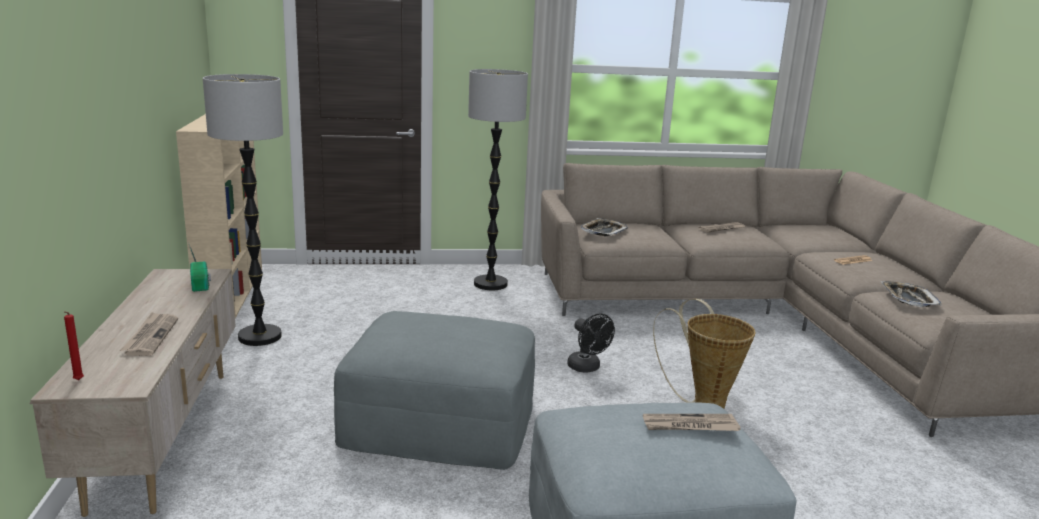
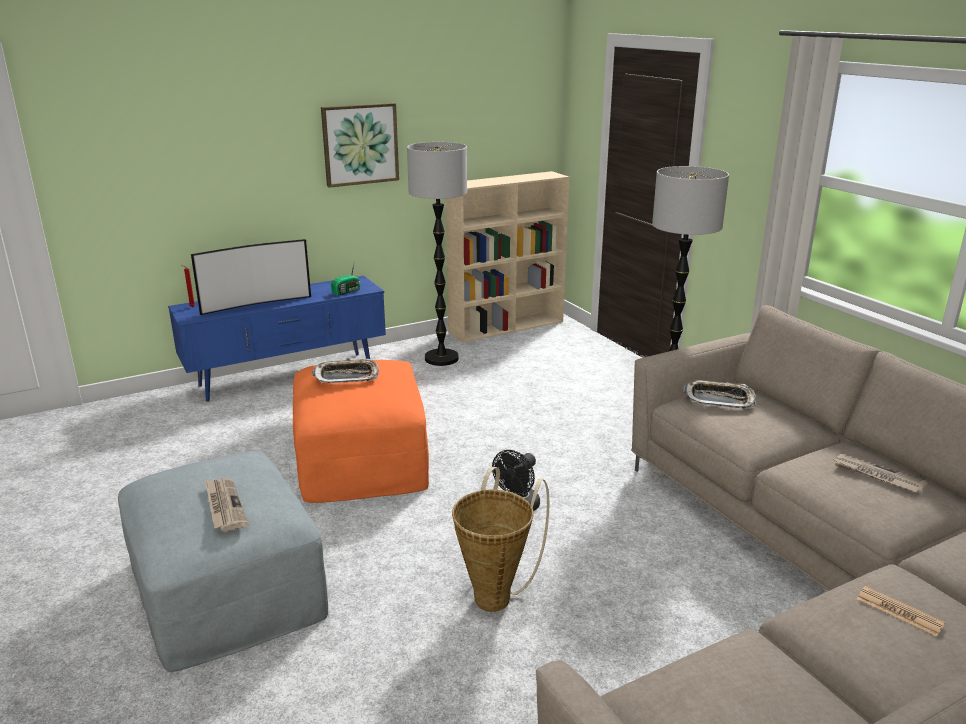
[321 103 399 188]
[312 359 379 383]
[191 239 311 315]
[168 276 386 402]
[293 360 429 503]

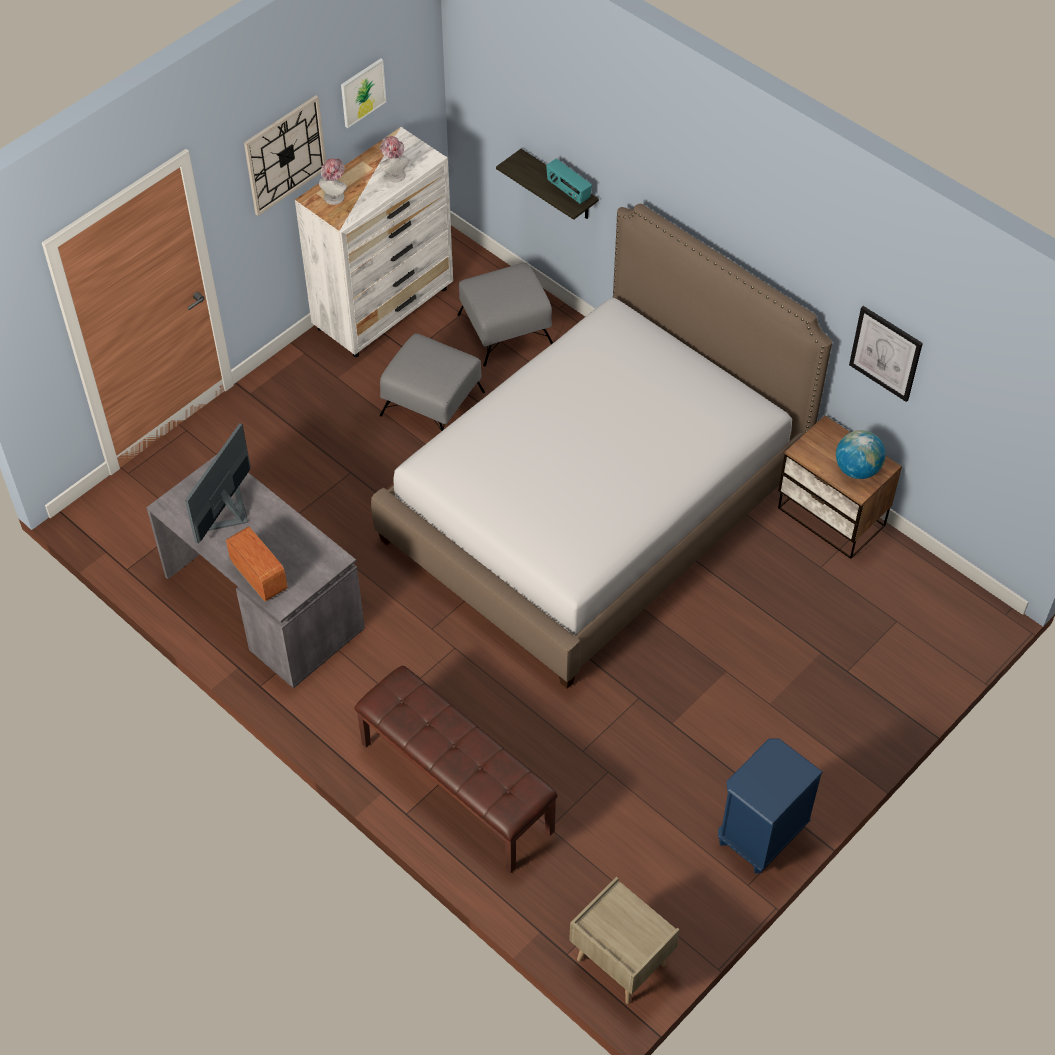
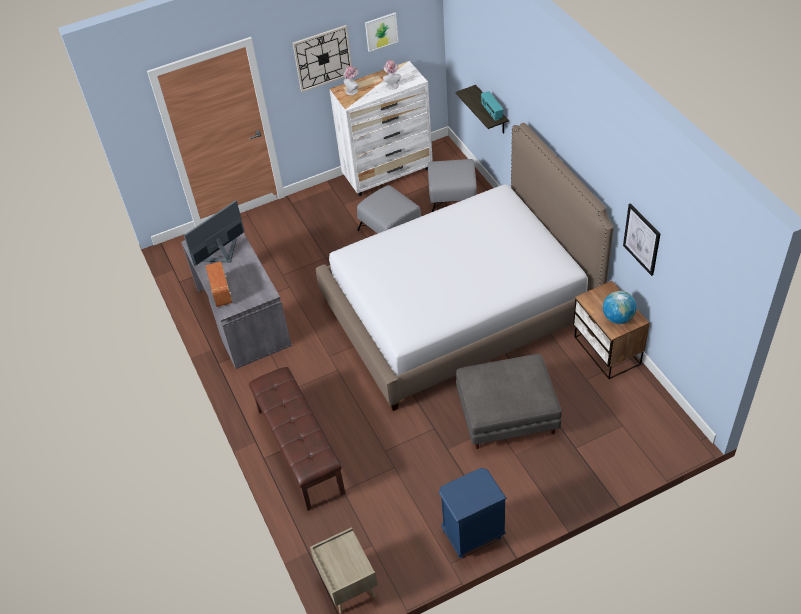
[456 354 562 449]

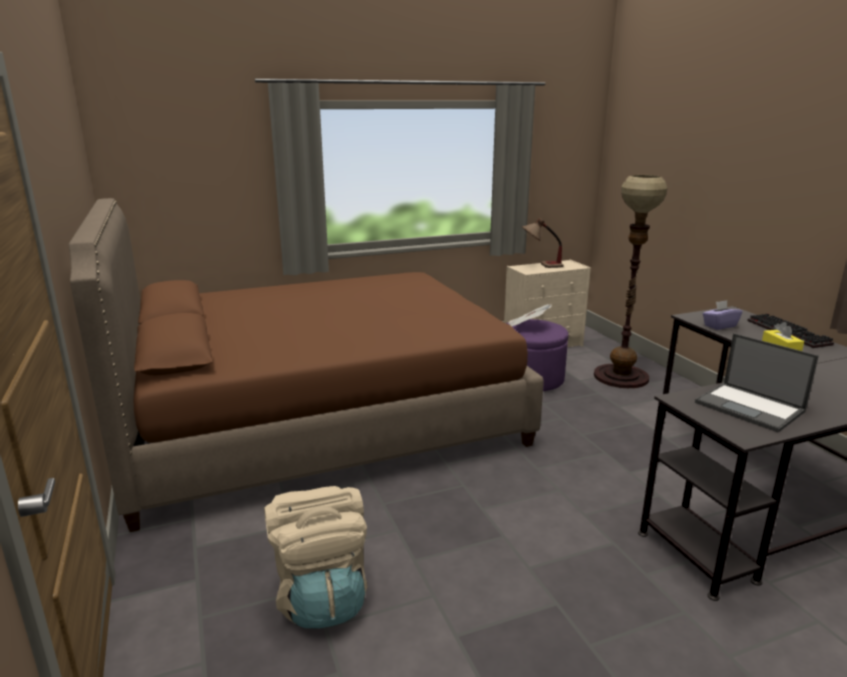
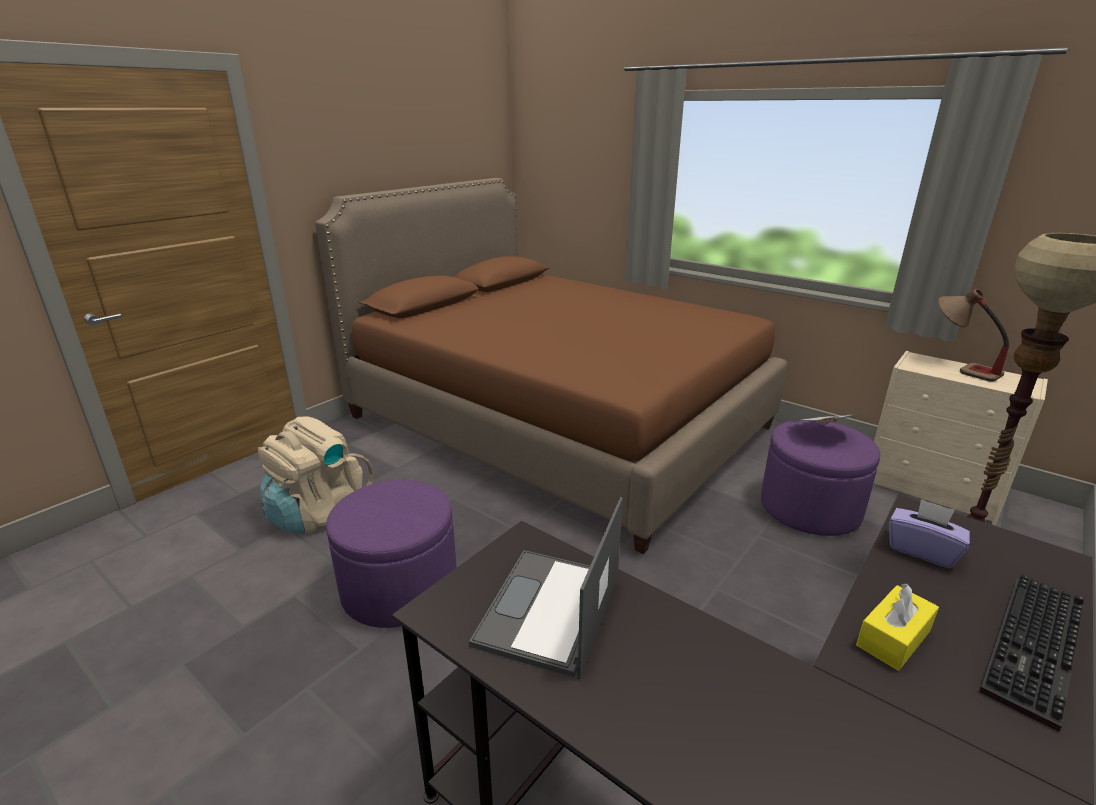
[326 480 457 628]

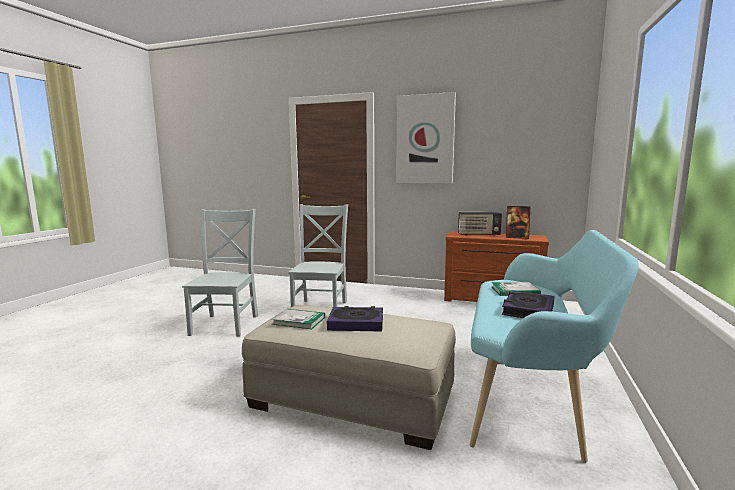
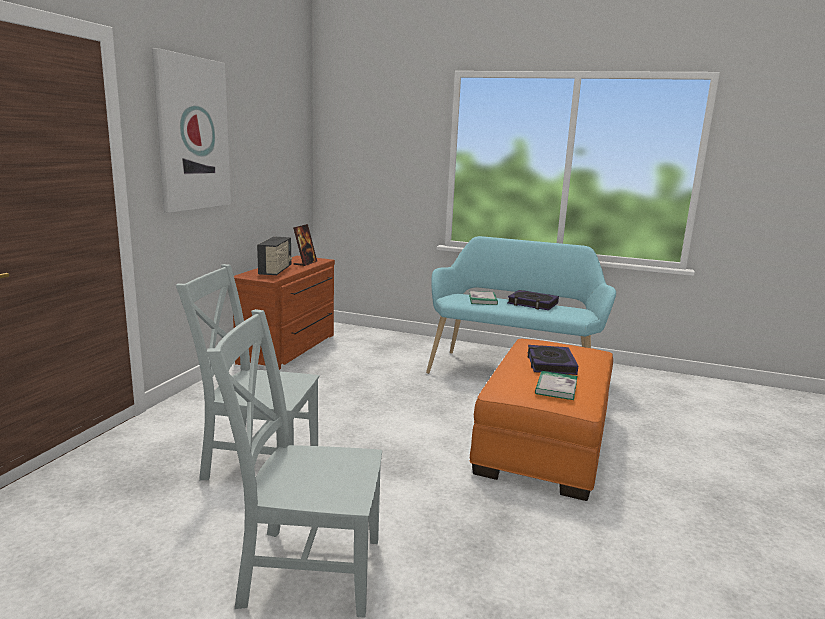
[469 339 613 501]

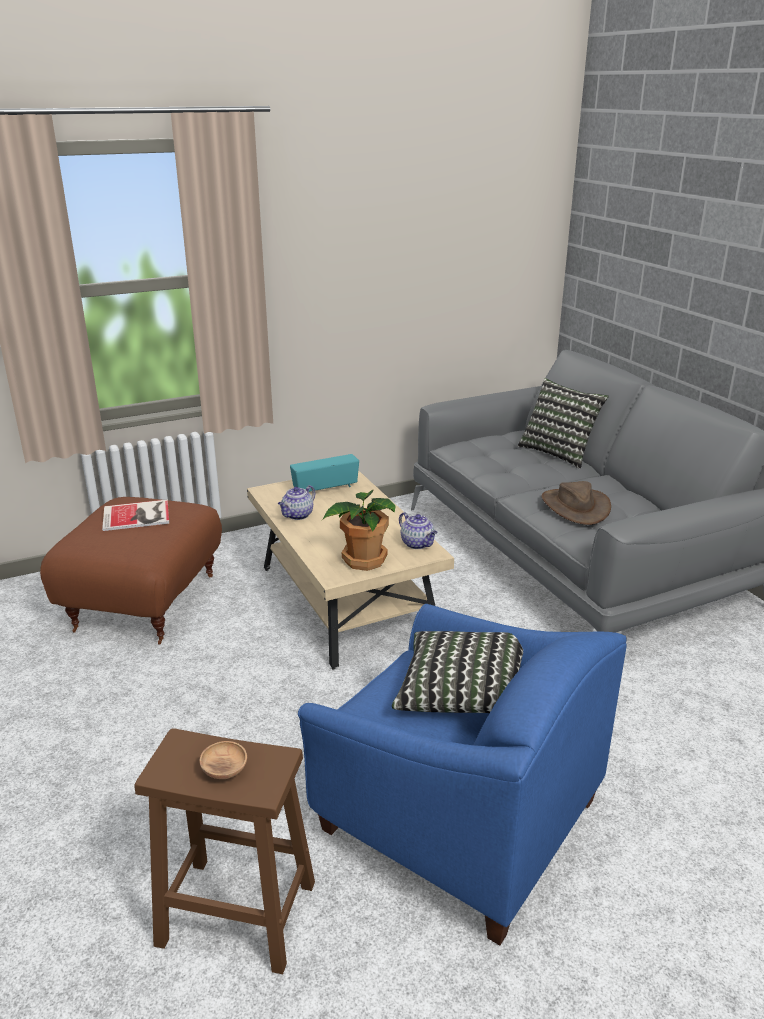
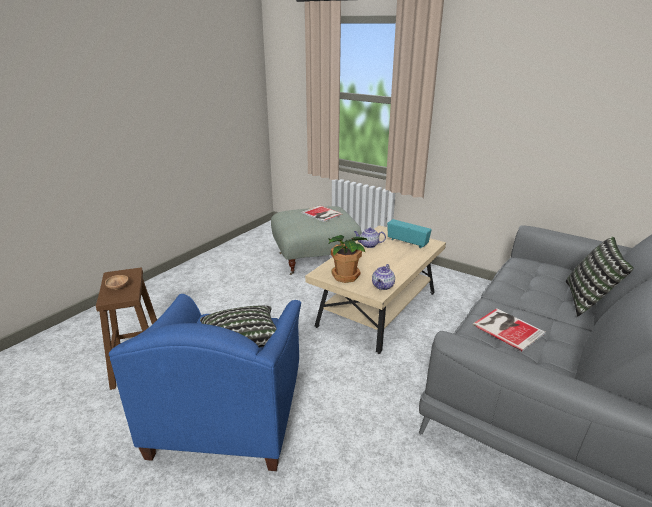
[473 308 546 351]
[271 206 362 275]

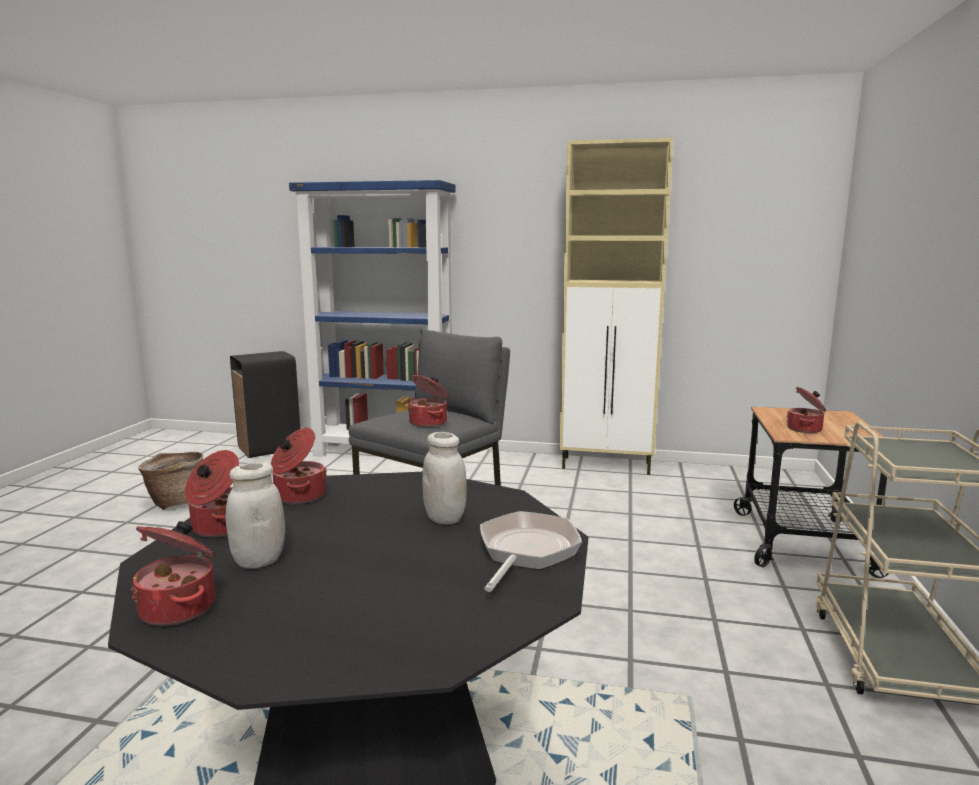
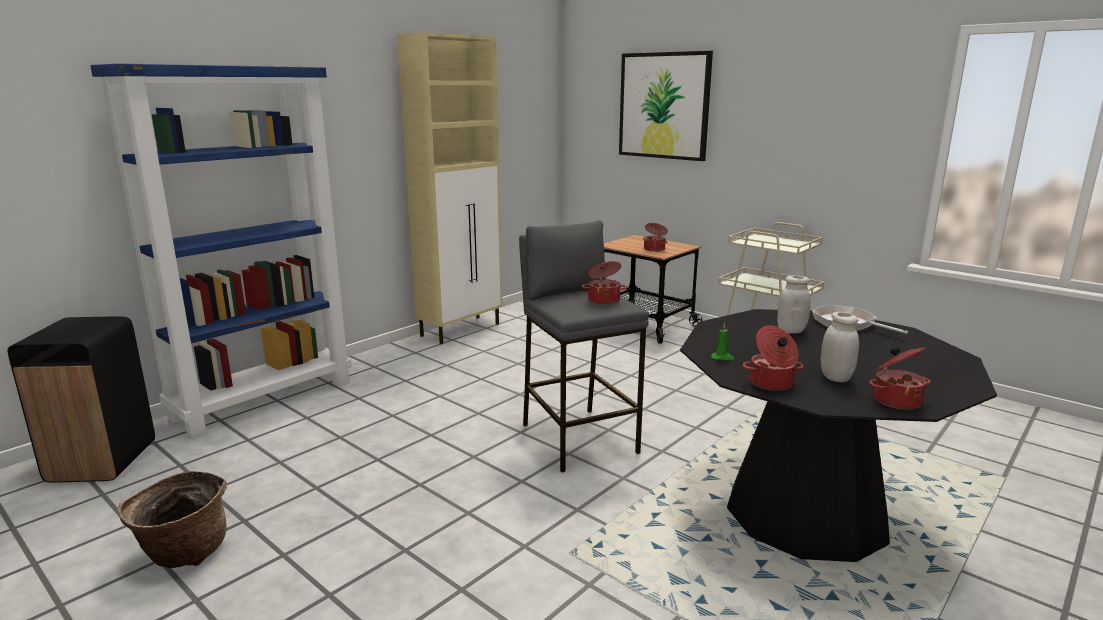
[619 51 713 161]
[711 323 735 361]

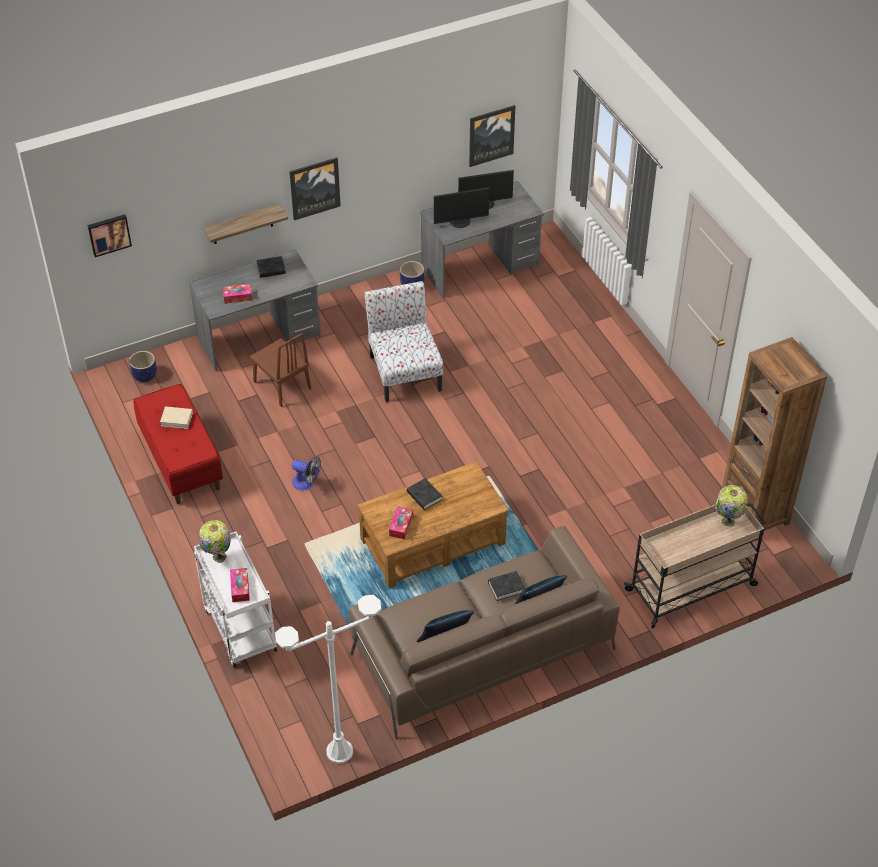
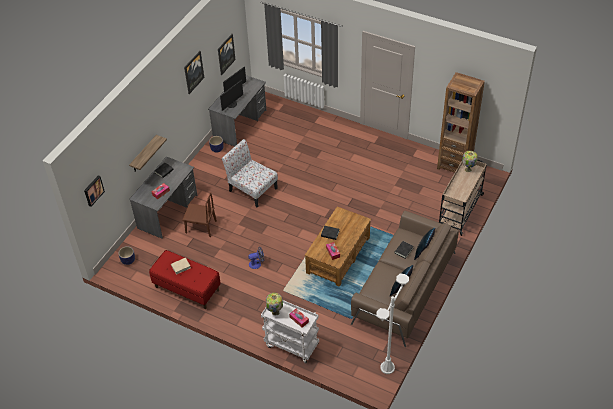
[184 51 204 94]

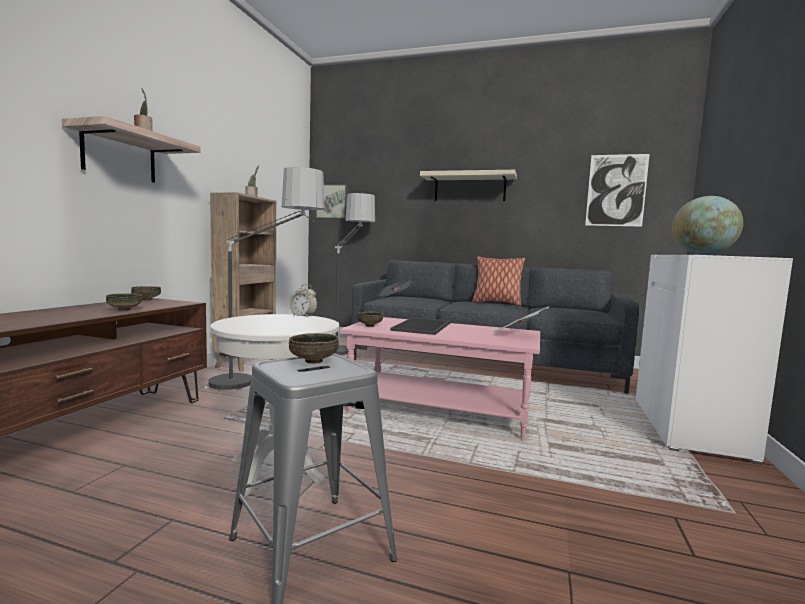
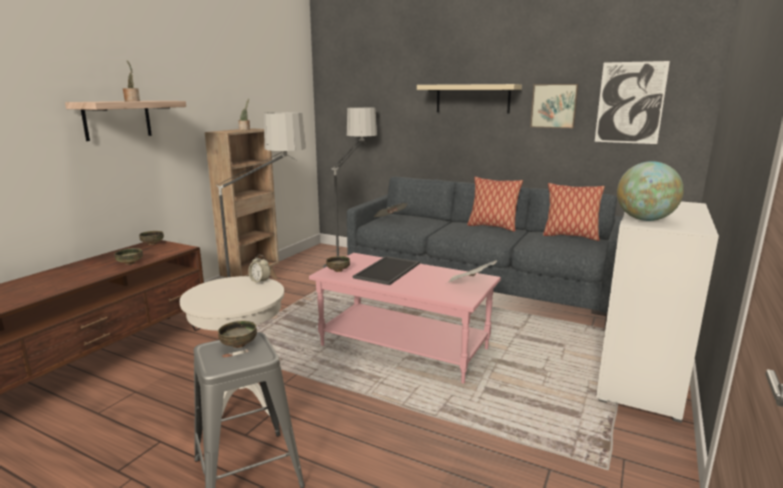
[543 183 605 241]
[530 84 579 128]

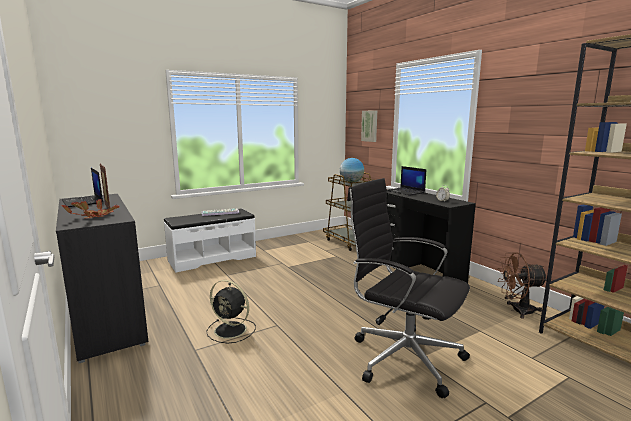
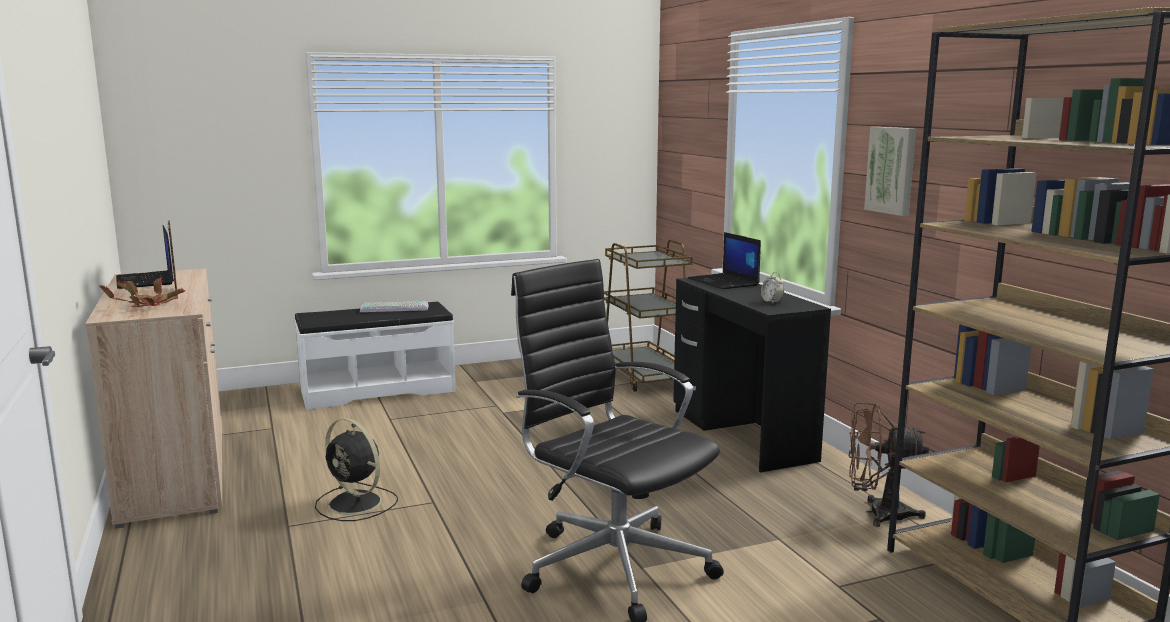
[340 158 364 183] (first image)
[864 127 916 216]
[85 269 222 529]

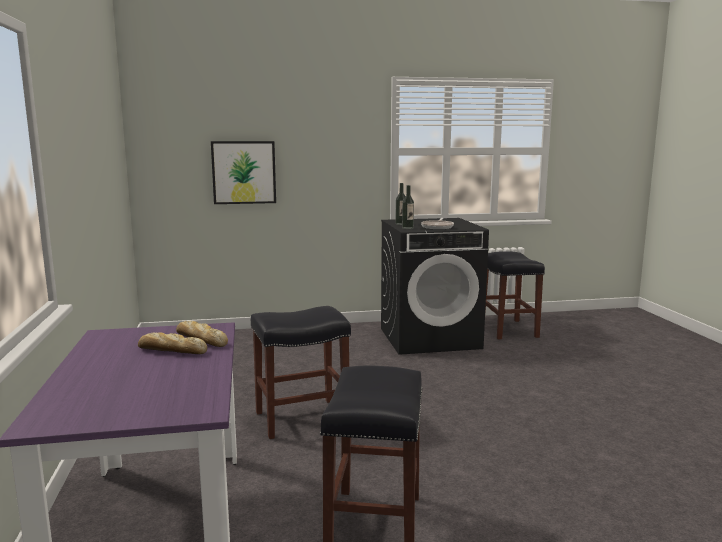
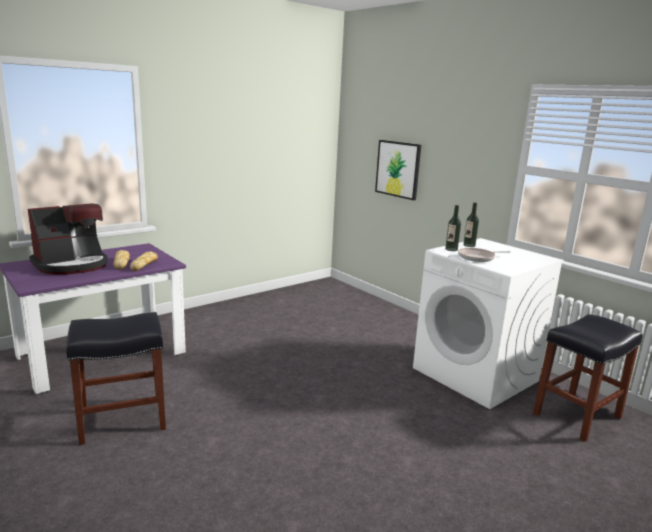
[251 306 351 439] (first image)
[28 203 108 275]
[413 238 564 409]

